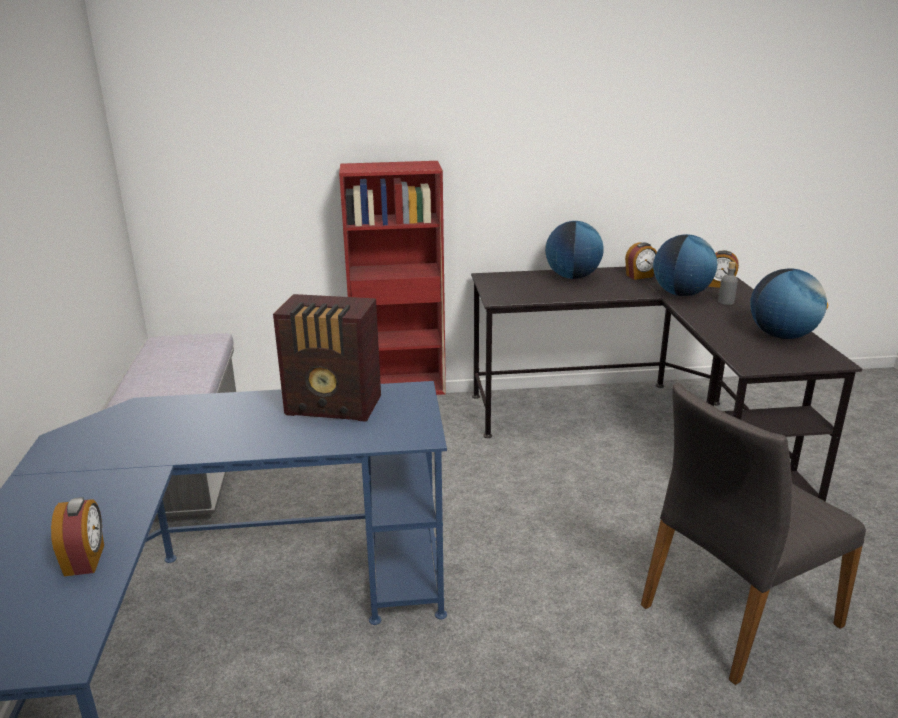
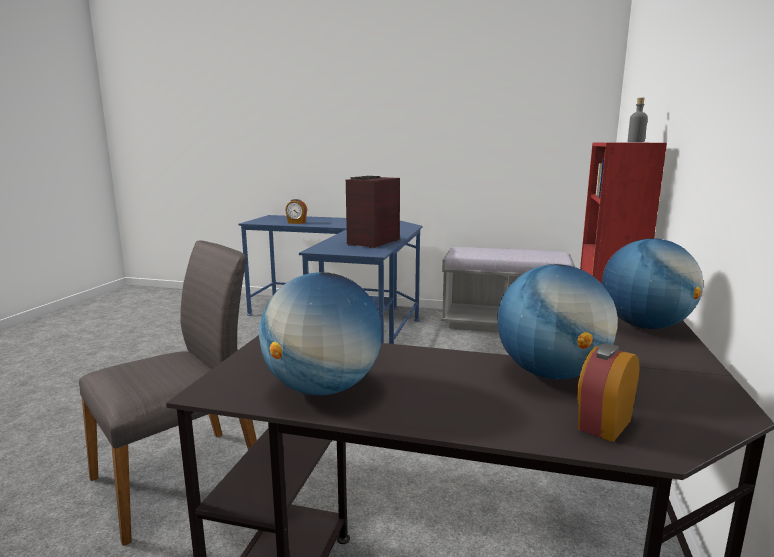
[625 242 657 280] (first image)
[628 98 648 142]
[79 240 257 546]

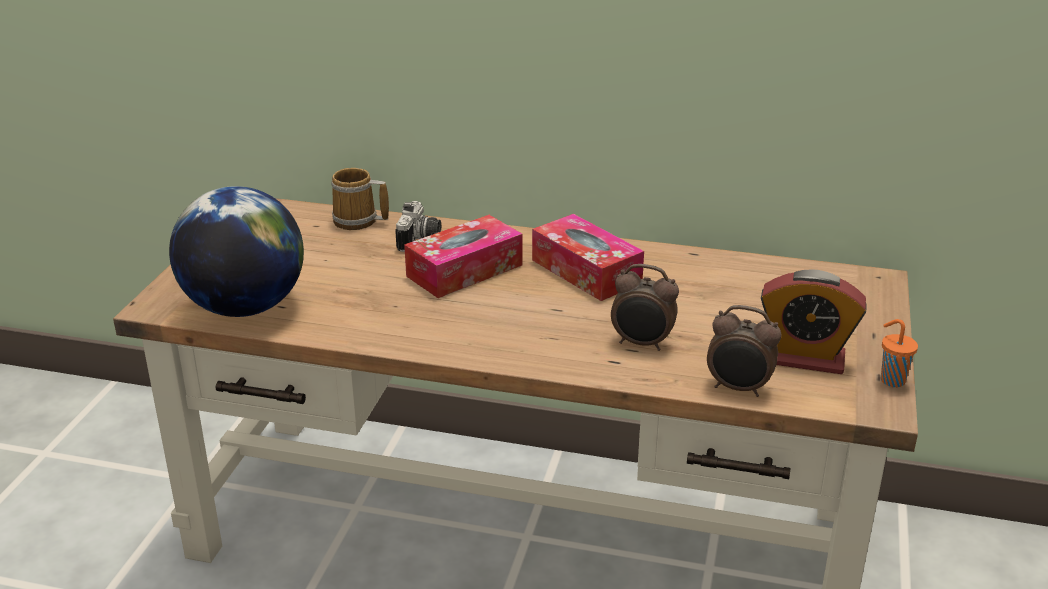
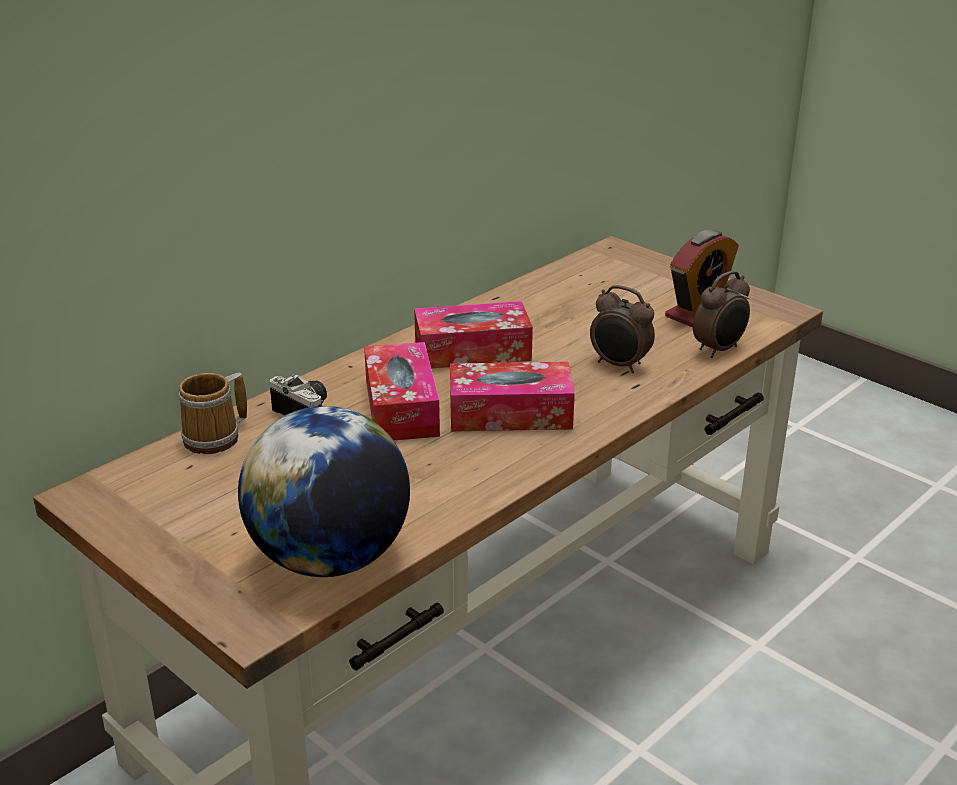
[881 319 918 387] (first image)
[450 362 575 431]
[590 285 655 373]

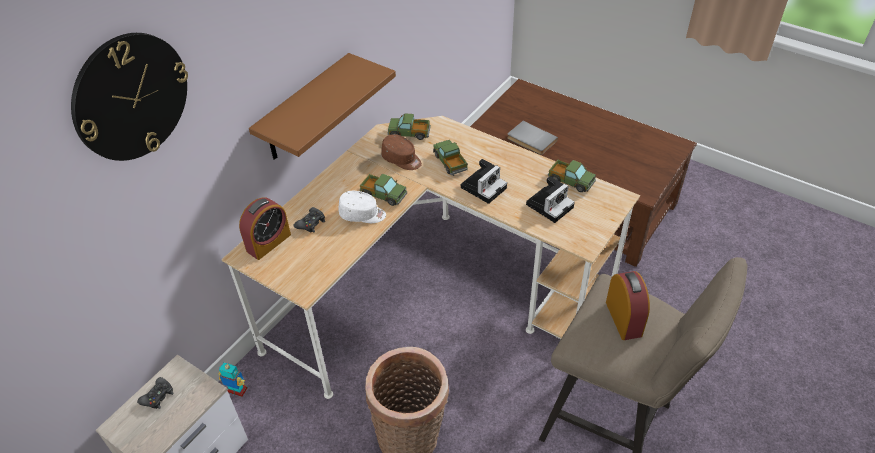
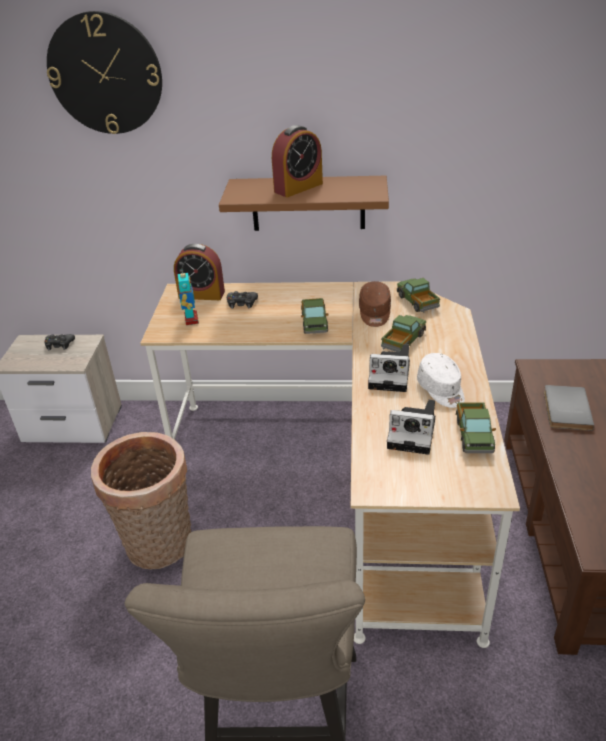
[178 272 199 325]
[417 353 465 408]
[272 125 323 197]

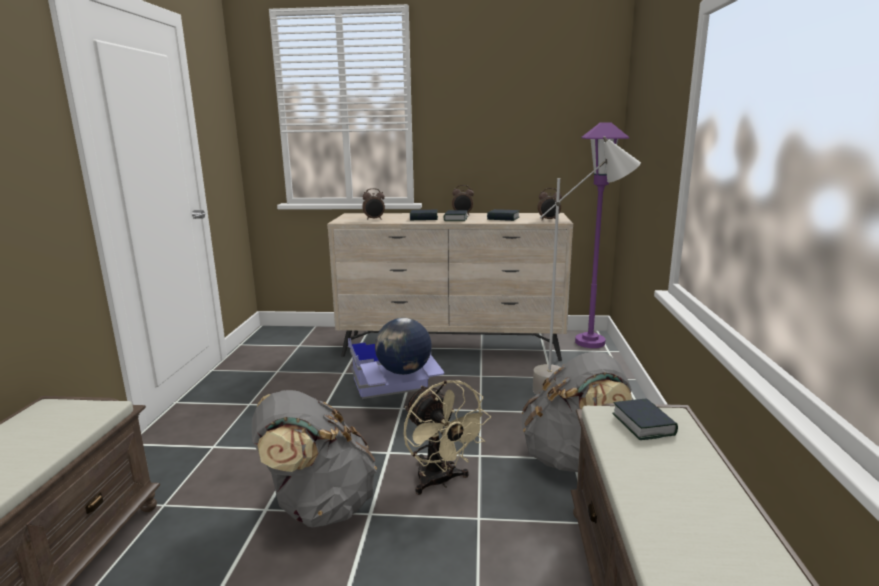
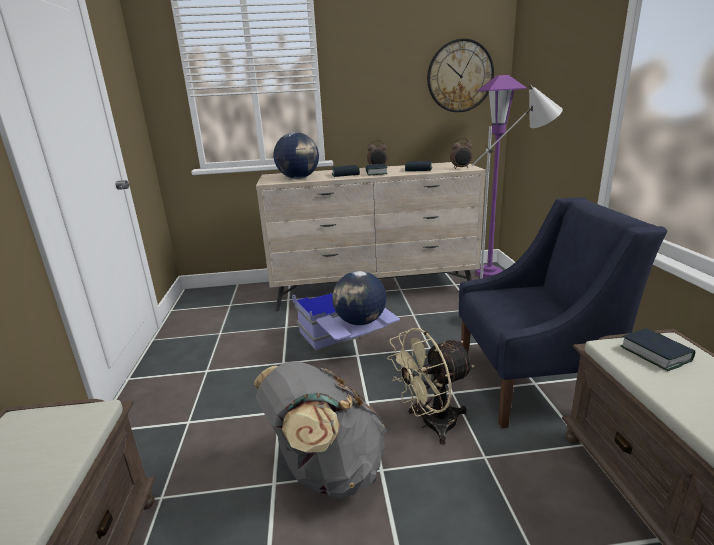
[427 38 494 112]
[273 132 319 179]
[459 197 667 428]
[387 328 474 445]

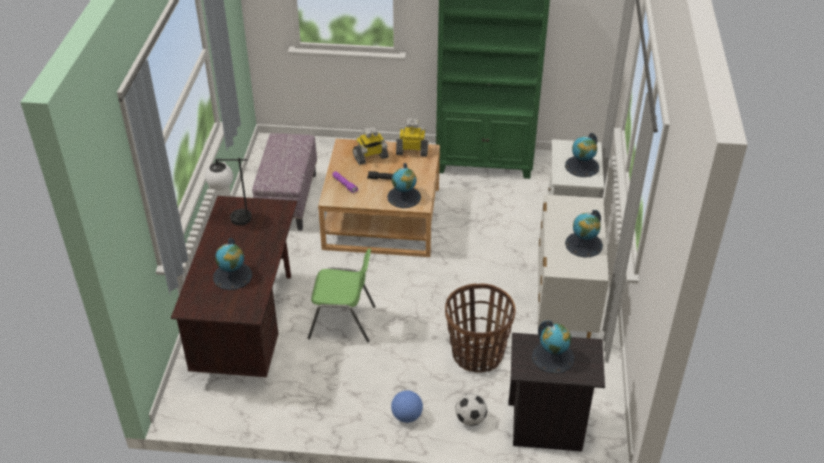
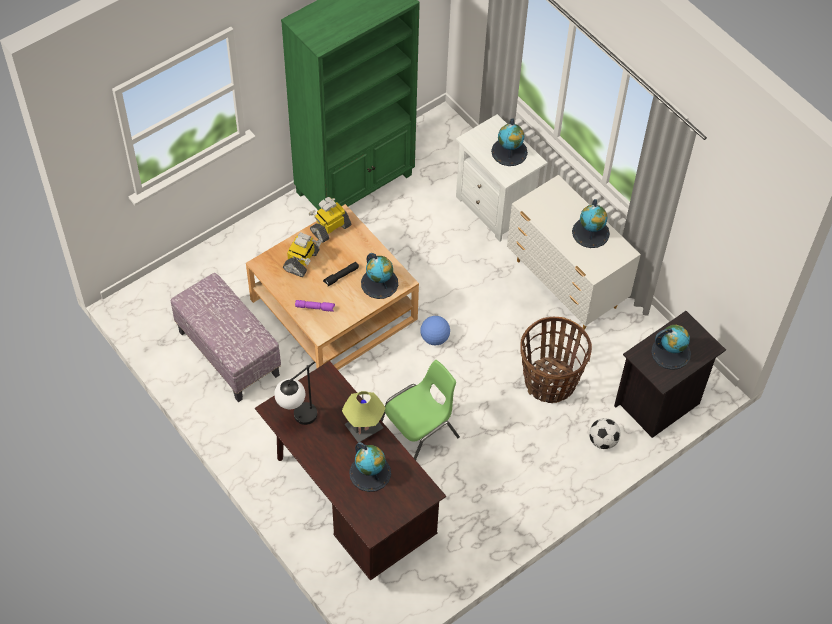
[342 391 386 443]
[420 316 450 345]

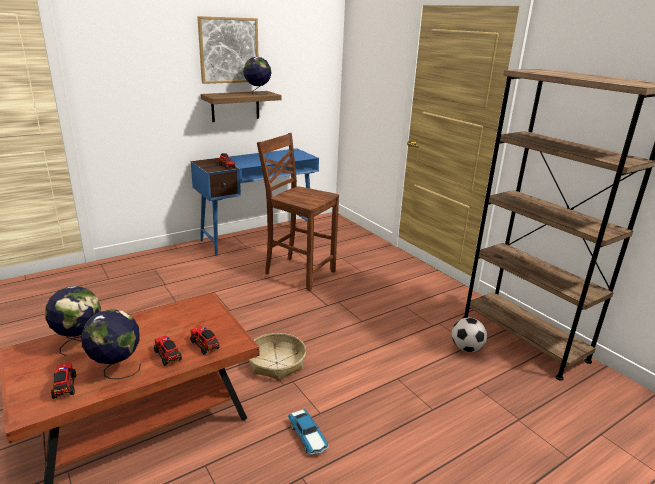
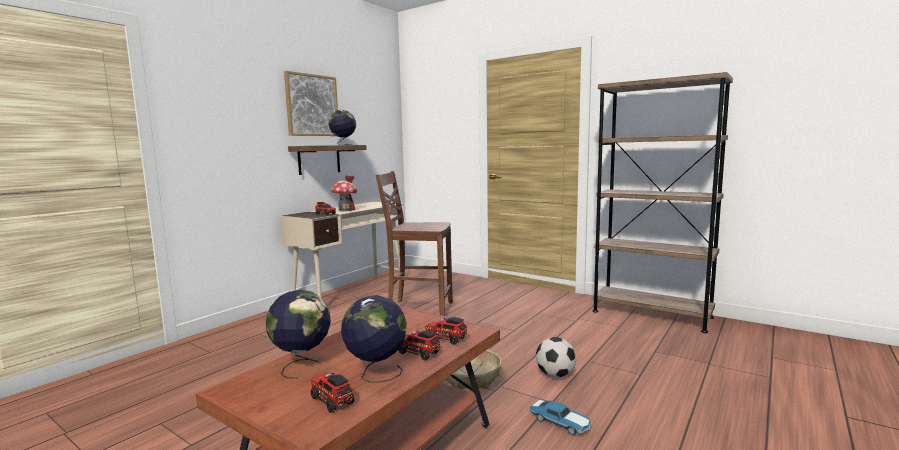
[331 175 357 211]
[536 337 576 378]
[280 202 404 298]

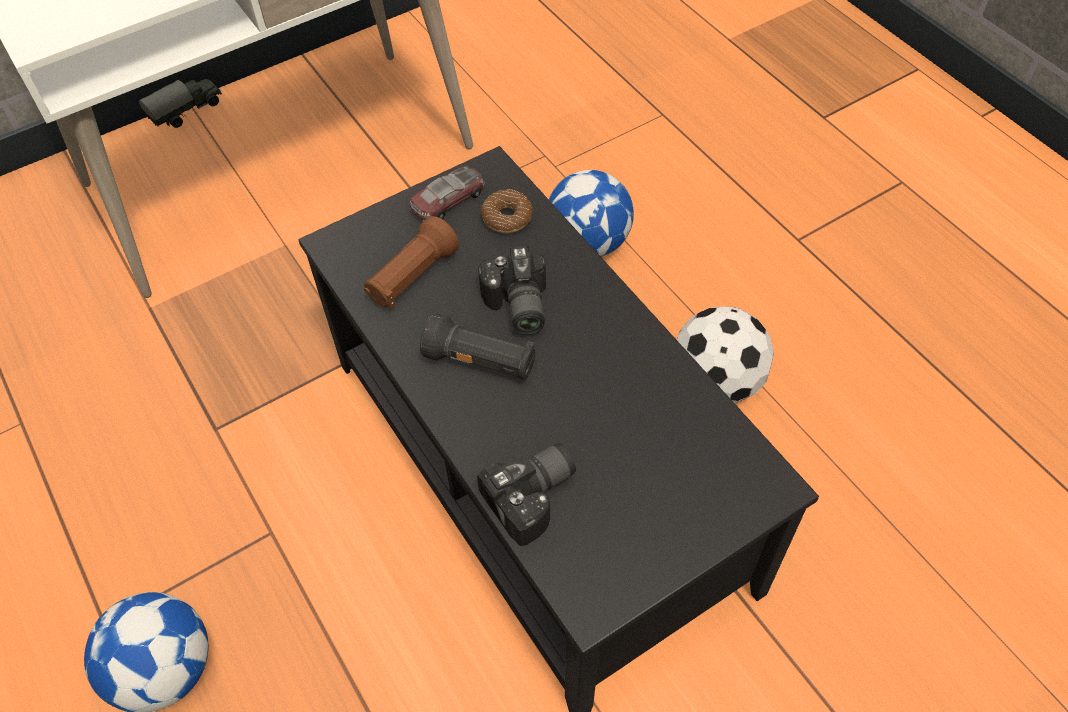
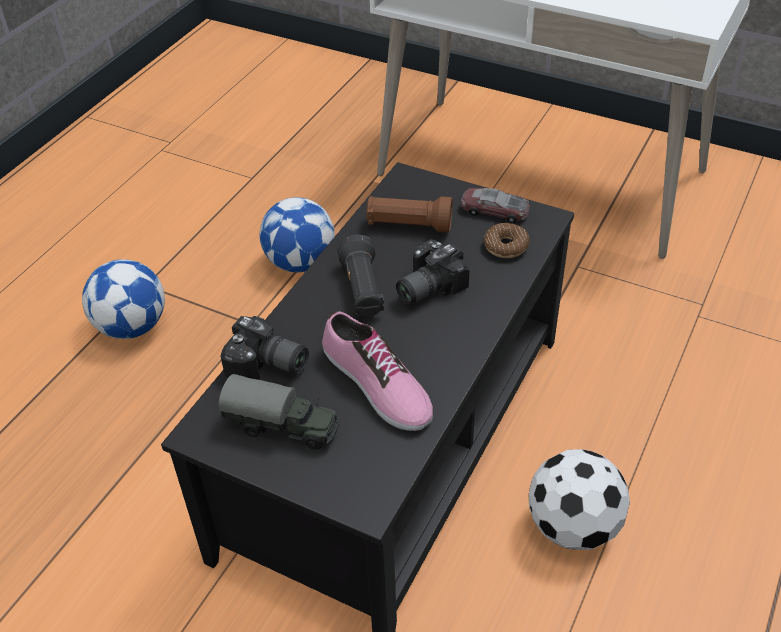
[322 312 433 431]
[219 374 339 450]
[260 197 335 272]

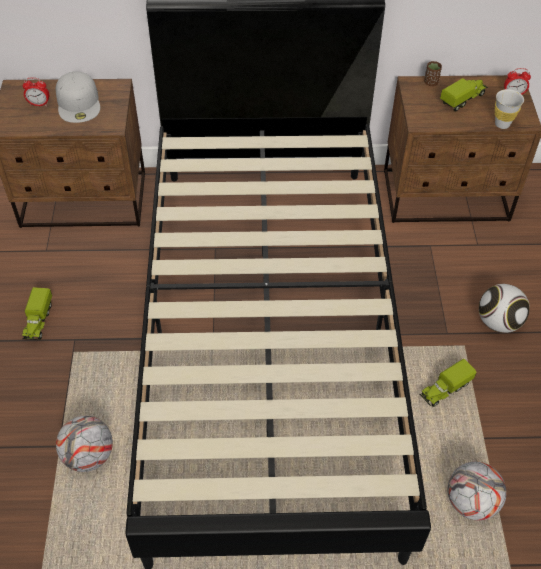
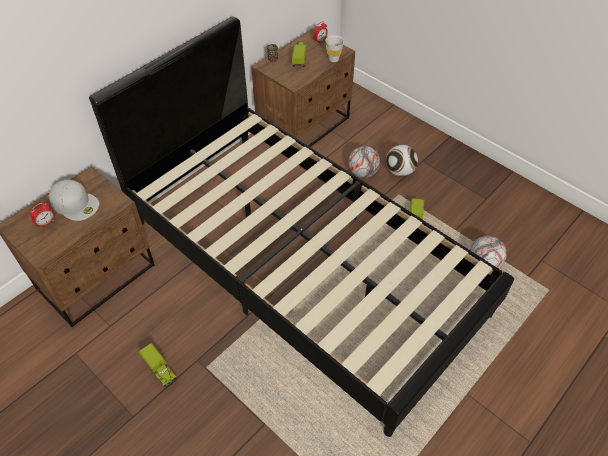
[348 146 380 178]

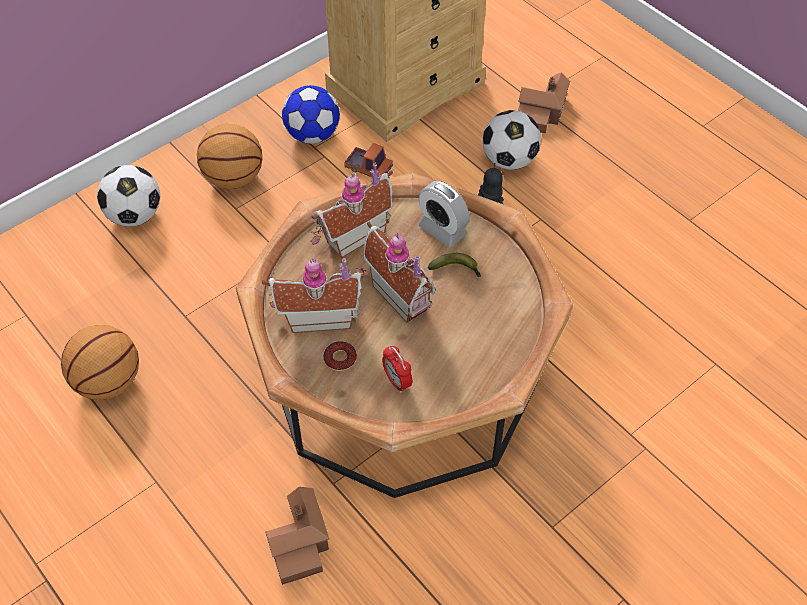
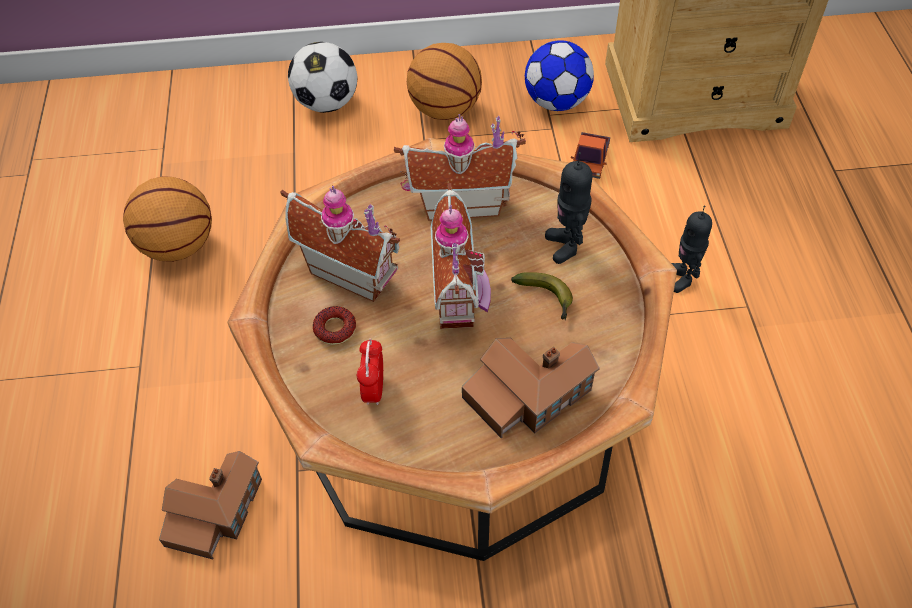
[483 110 541 170] (first image)
[462 338 600 438]
[545 152 592 264]
[571 132 610 179]

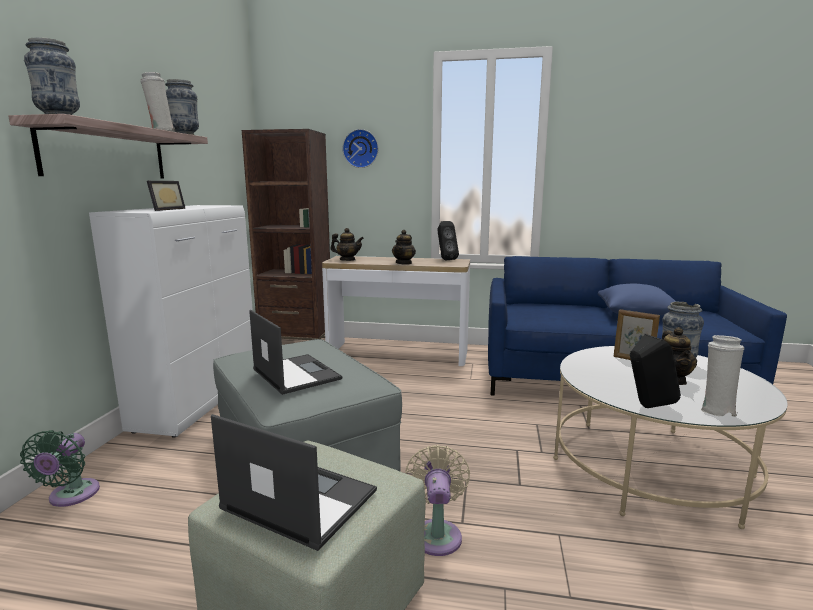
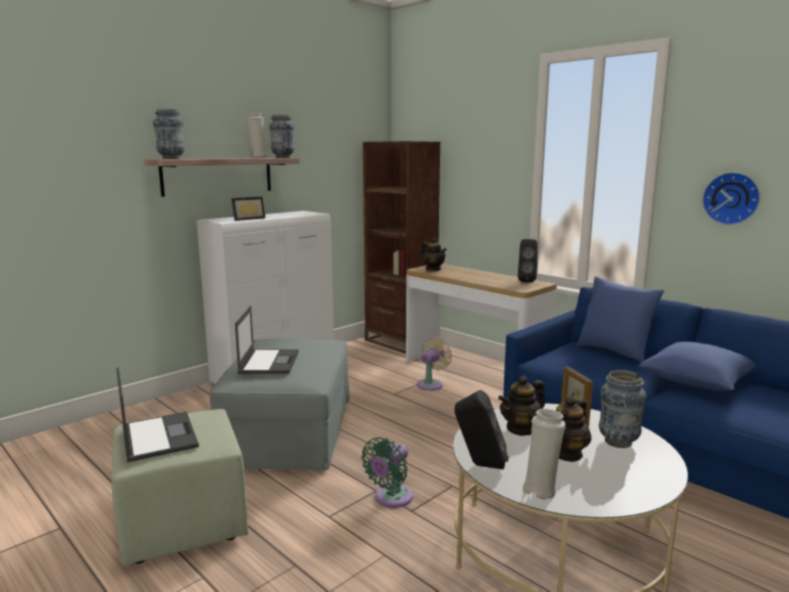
[577 276 664 363]
[361 437 413 508]
[702 172 760 225]
[498 376 545 436]
[417 336 452 391]

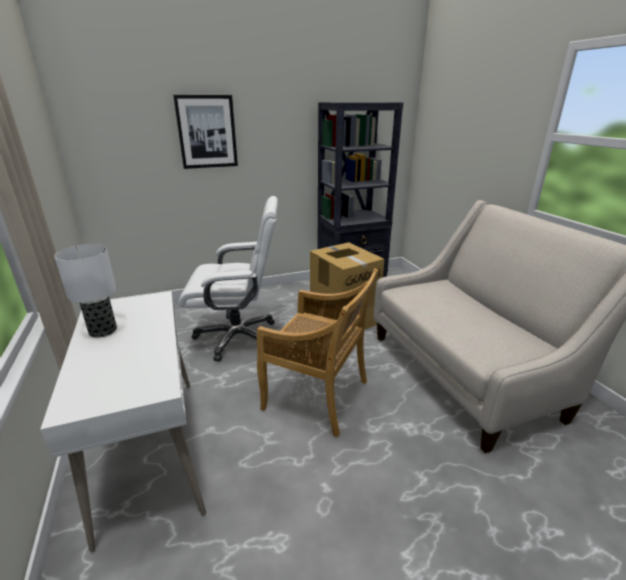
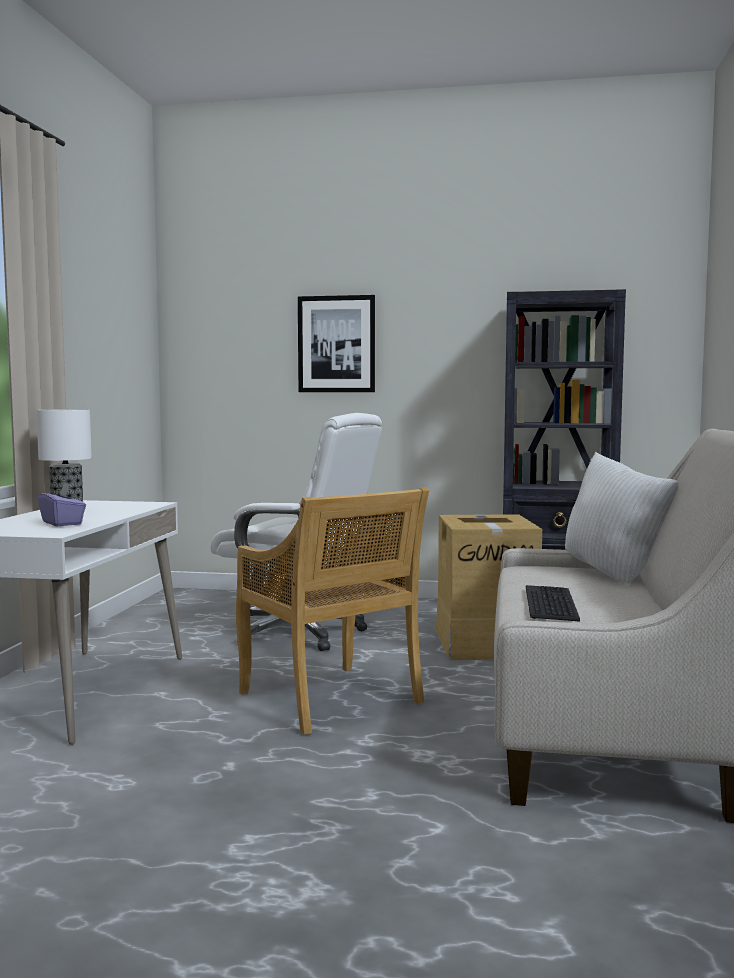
[38 483 86 526]
[526 585 580 622]
[565 452 678 584]

